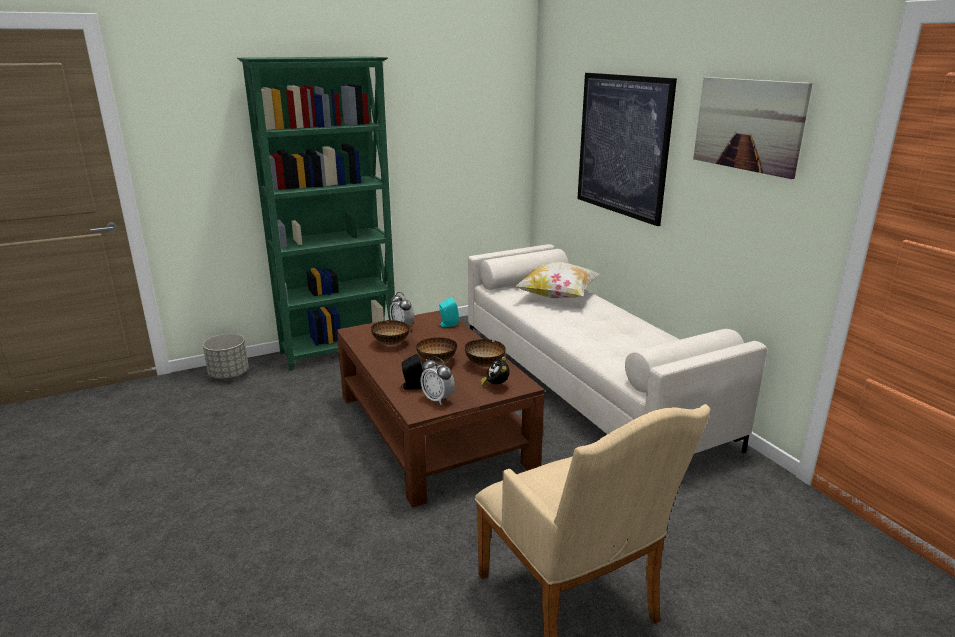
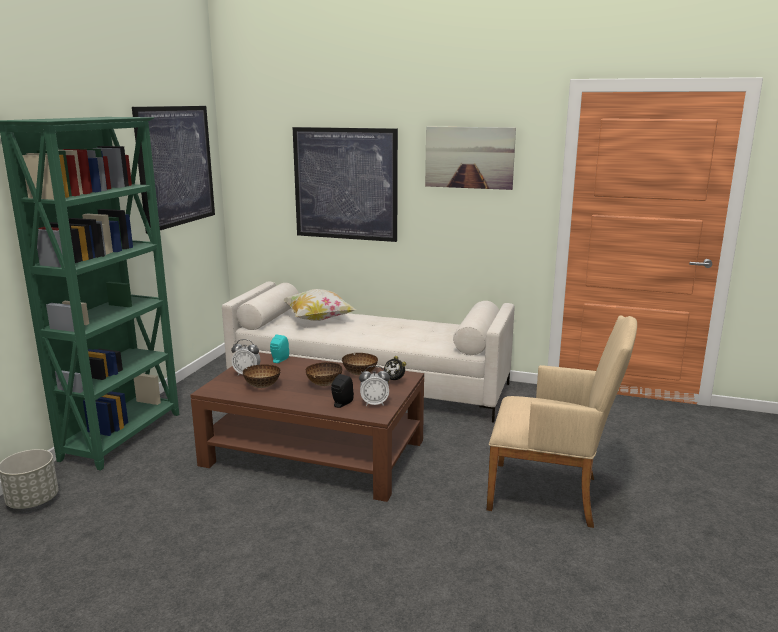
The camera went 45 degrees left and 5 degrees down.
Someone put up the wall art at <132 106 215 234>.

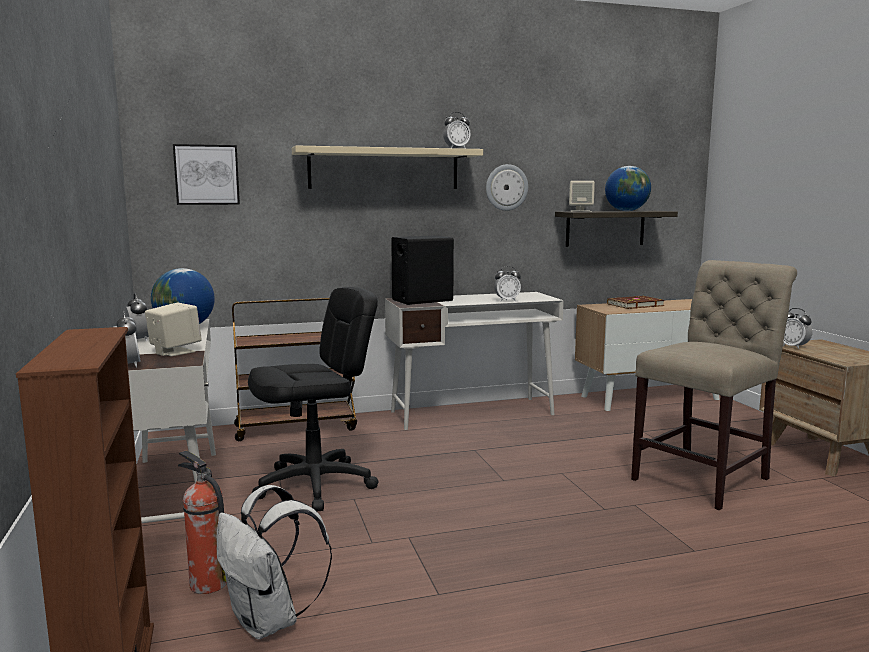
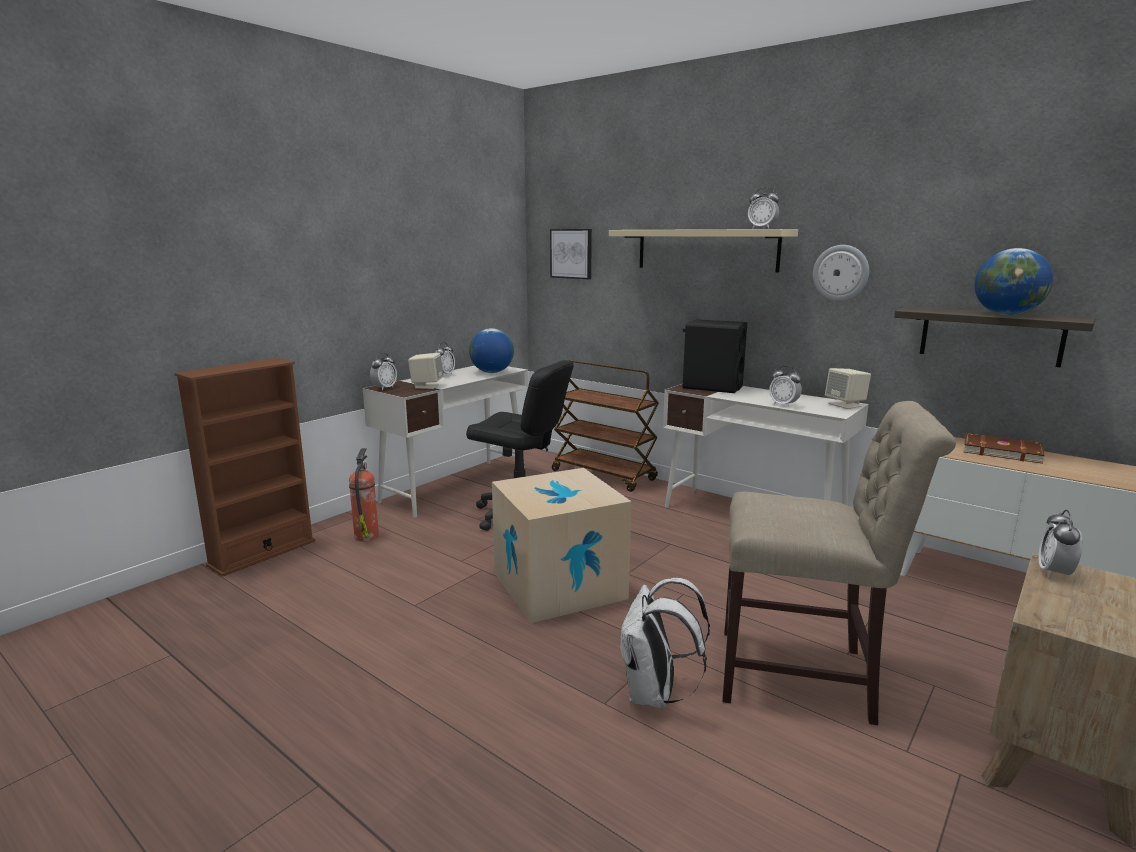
The camera went 55 degrees right and 5 degrees up.
Someone put down the carton at <492 468 631 623>.
Someone carried the rucksack (white-coloured) from <217 485 332 639> to <619 578 710 708>.
Someone carried the speaker (sand-coloured) from <569 181 595 212> to <825 368 871 409>.

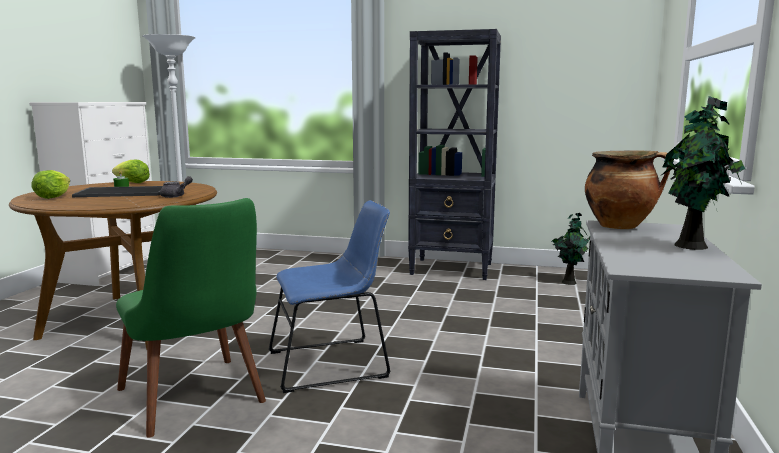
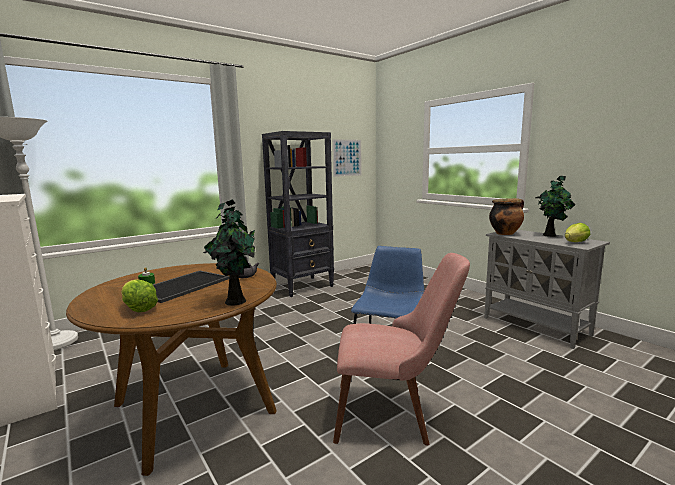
The camera went 50 degrees left and 0 degrees up.
Someone put up the wall art at <332 139 362 177>.
Someone carried the lettuce head from <112 160 150 183> to <565 223 590 242>.
Someone carried the potted plant from <552 213 590 285> to <203 199 255 306>.
Someone repainted the plain chair (green) at <116 198 266 438>, which became the plain chair (pinkish) at <333 253 470 445>.

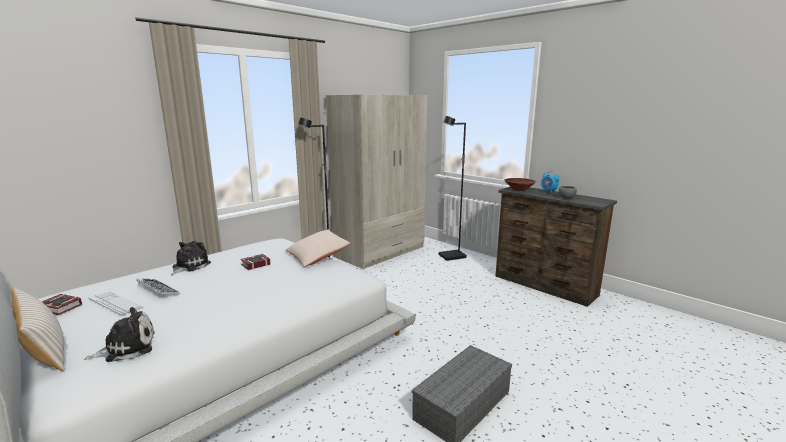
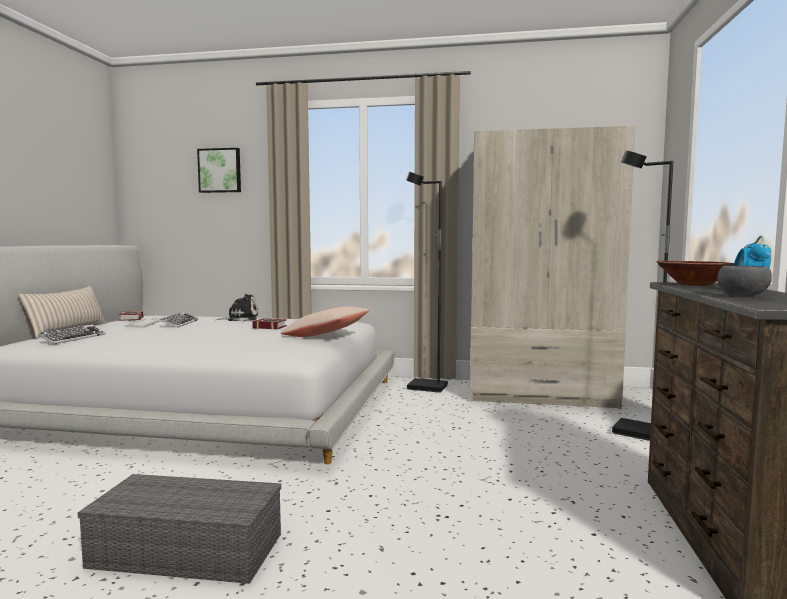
The camera went 55 degrees right and 10 degrees down.
Someone put up the wall art at <197 148 241 193>.
Someone swapped the plush toy at <84 307 155 362> for the PC keyboard at <38 324 106 345>.

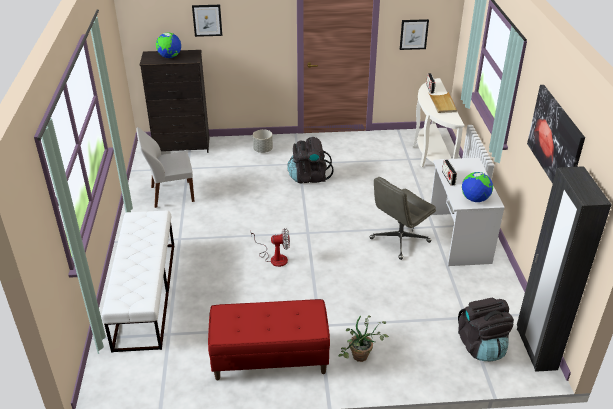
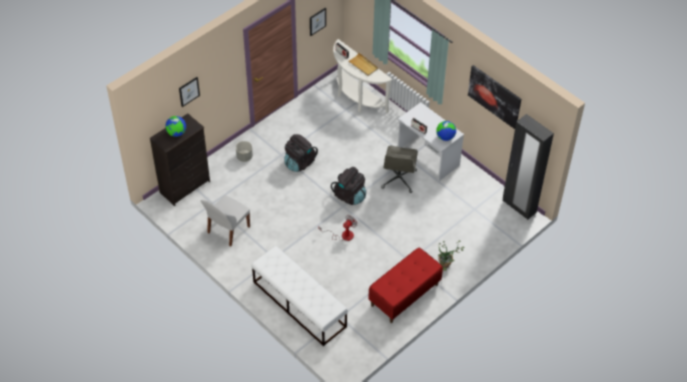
The camera went 40 degrees left and 15 degrees up.
Someone carried the rucksack (blackish) from <458 298 514 362> to <331 167 366 205>.

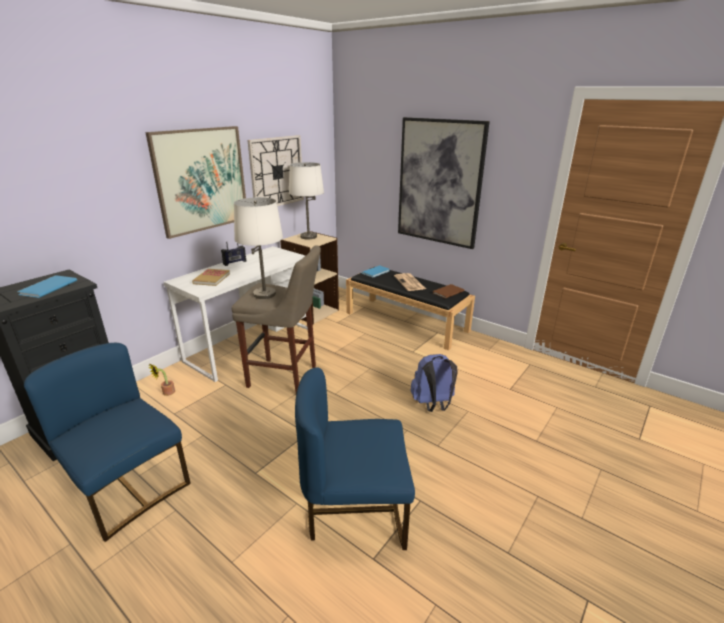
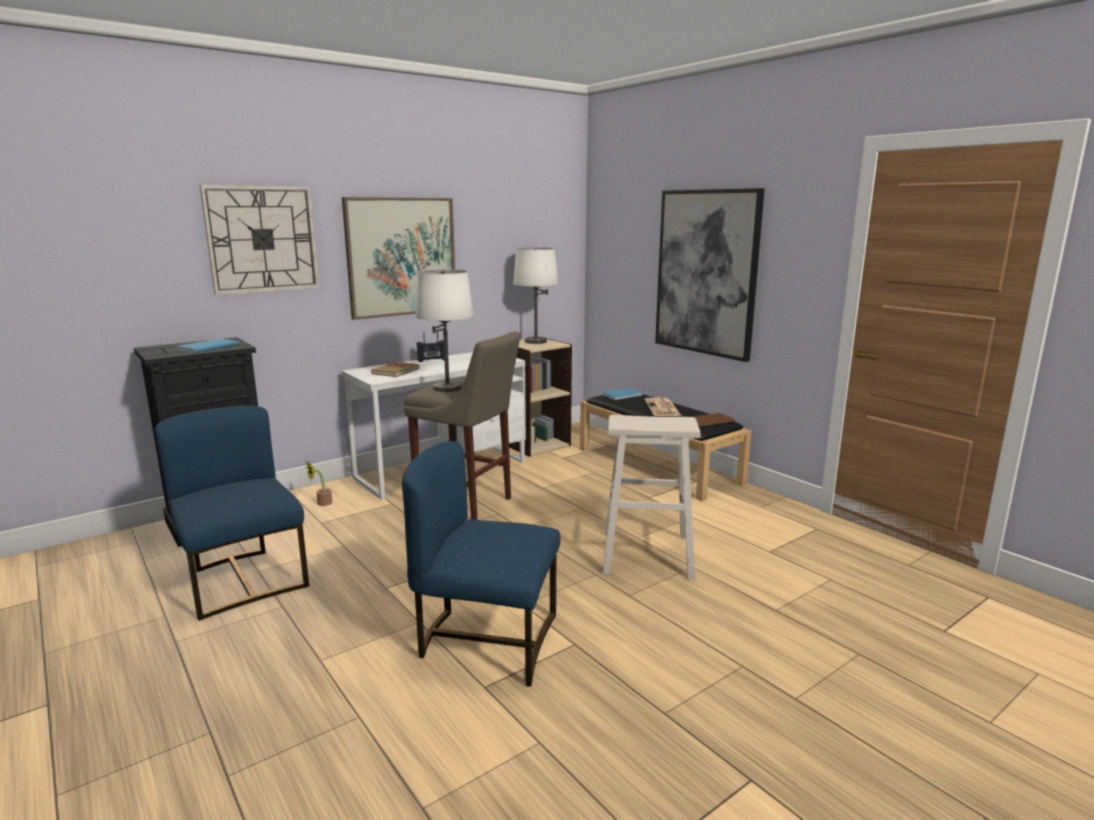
The camera went 15 degrees right and 10 degrees down.
Someone carried the clock on the wall from <247 135 304 206> to <200 185 319 295>.
Someone swapped the rucksack (blue-coloured) at <411 354 458 412> for the stool seat (sand-coloured) at <603 415 701 580>.

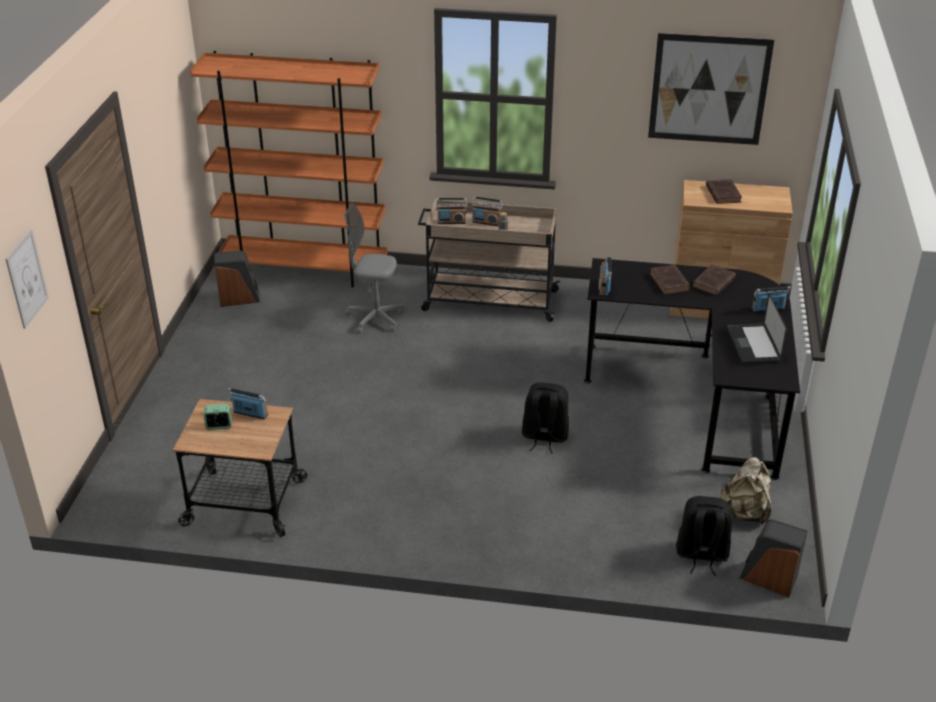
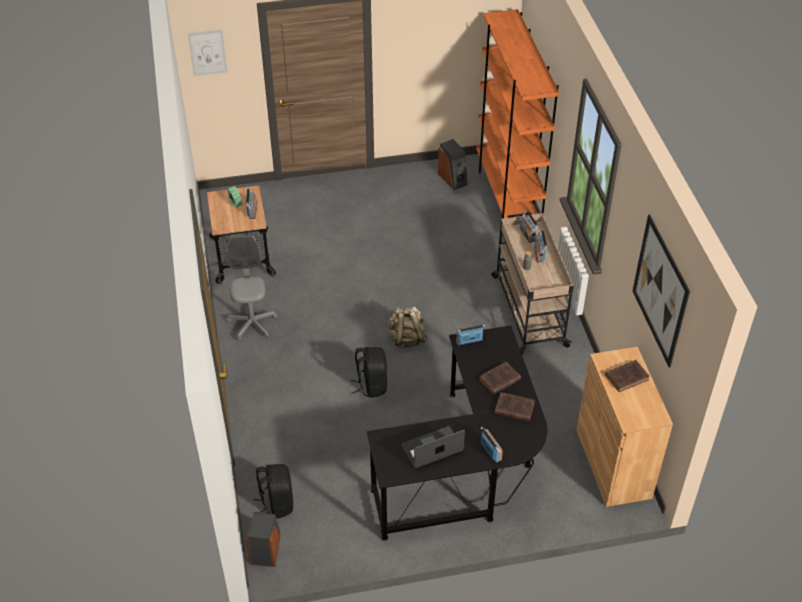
The camera went 70 degrees right and 10 degrees up.
Someone carried the computer chair (gray) from <344 203 404 334> to <227 235 277 341>.
Someone carried the rucksack (sand-coloured) from <720 457 771 525> to <389 306 427 348>.

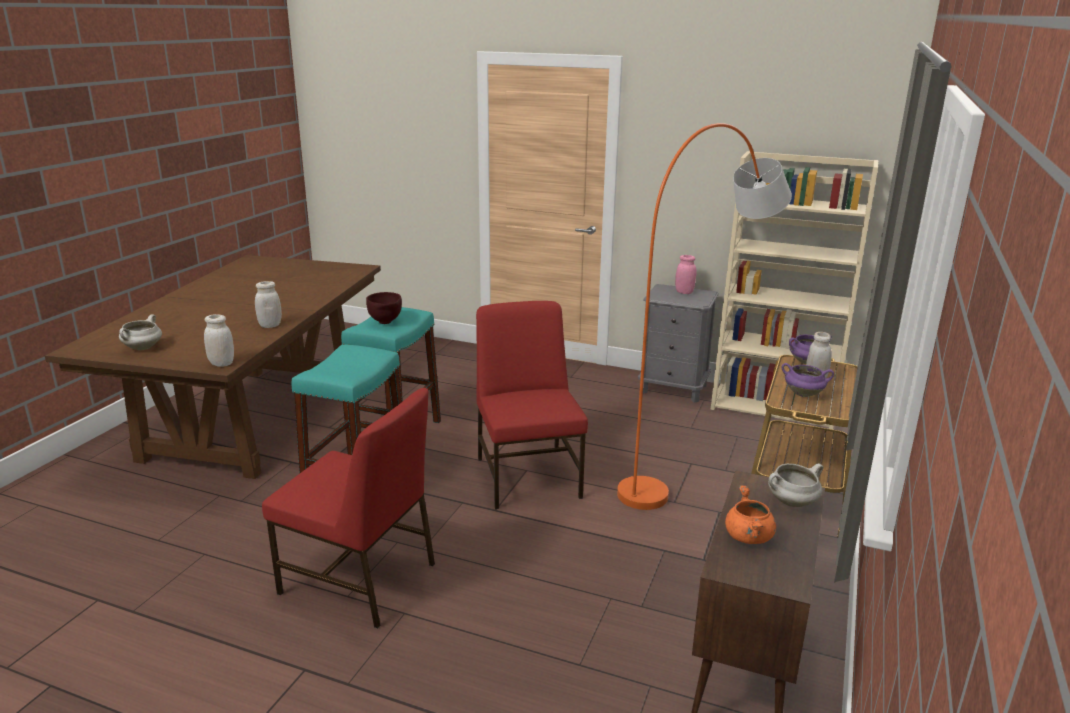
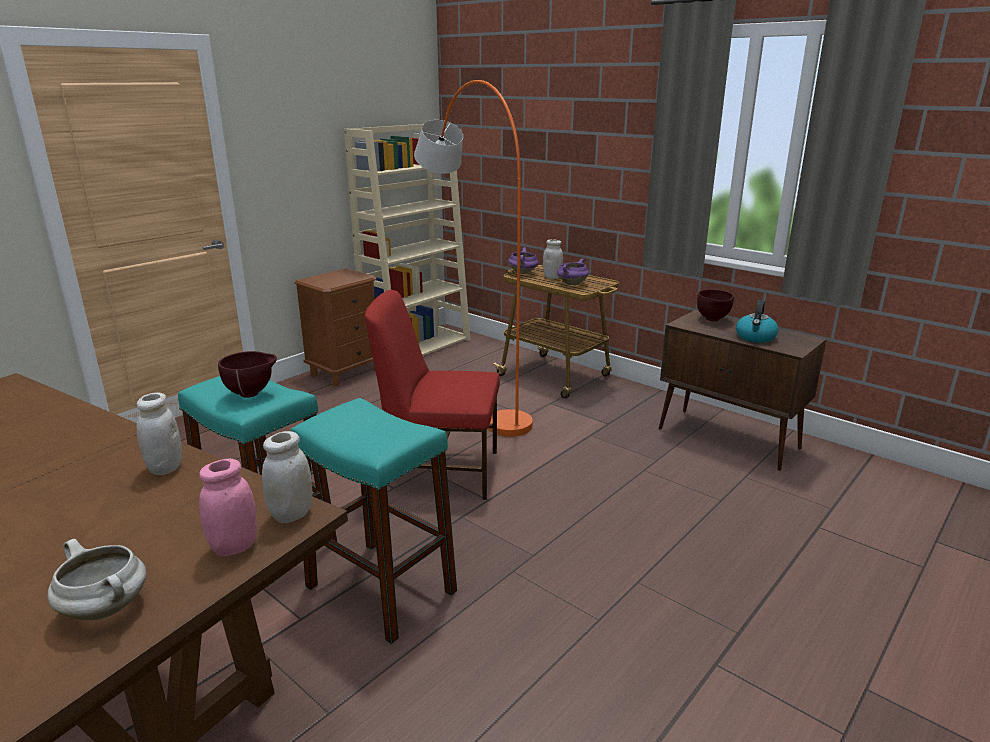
The camera went 70 degrees left and 0 degrees up.
Someone took away the plain chair (red-coloured) at <262 388 435 628>.
Someone carried the storage jar (pinkish) from <675 255 696 294> to <199 459 257 557>.
Someone swapped the stockpot (orange-coloured) at <725 486 776 544> for the kettle at <736 300 778 343>.
Someone swapped the stockpot (white-coloured) at <768 464 823 507> for the bowl (brown-coloured) at <697 289 734 321>.
Someone repainted the night table (gray) at <638 284 719 403>, which became the night table (brown-coloured) at <294 268 376 386>.

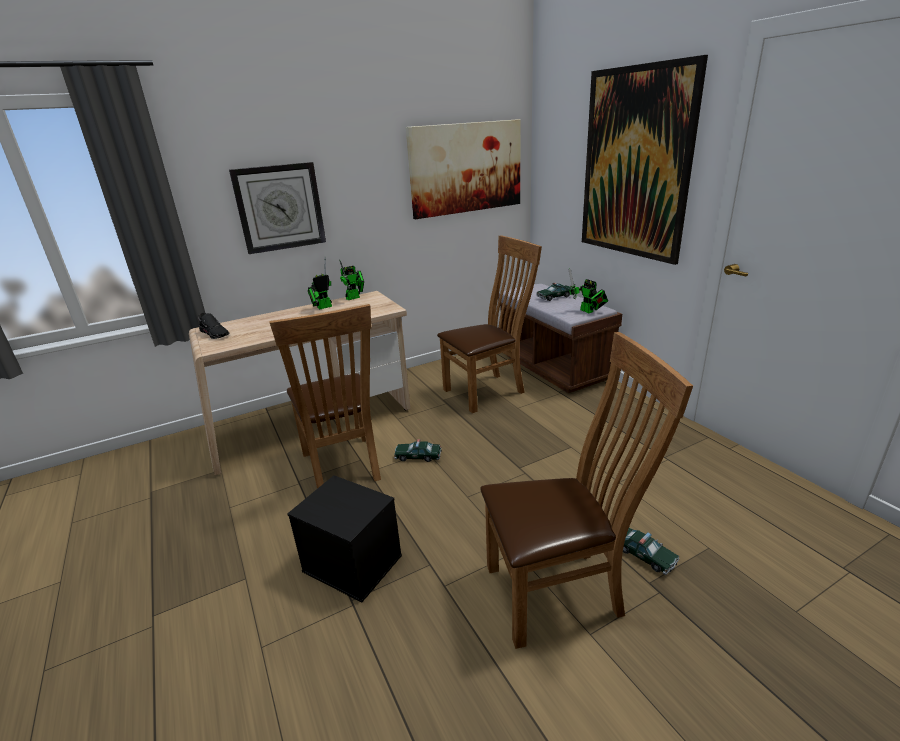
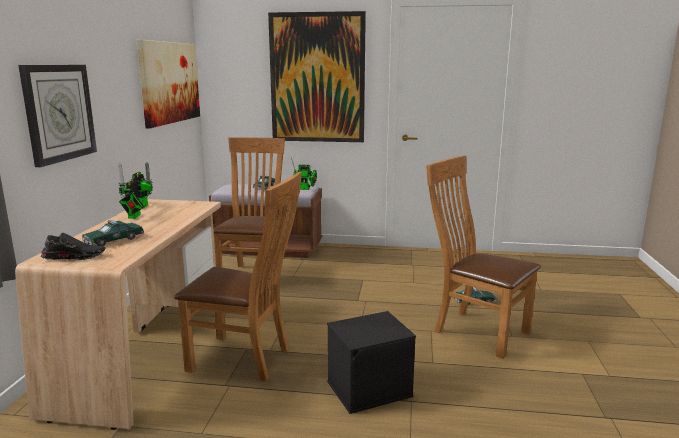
The camera went 55 degrees left and 10 degrees down.
Someone carried the miniature car from <394 439 442 462> to <82 220 144 246>.
Someone rotated the plain chair (brown-coloured) at <480 332 693 649> by 75 degrees counterclockwise.

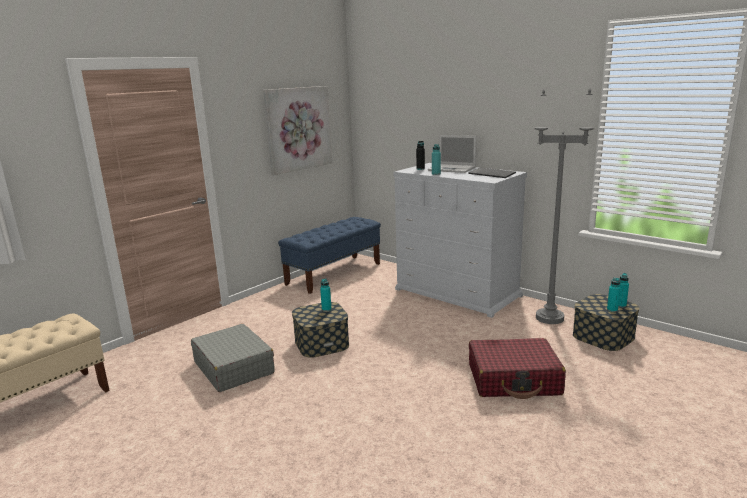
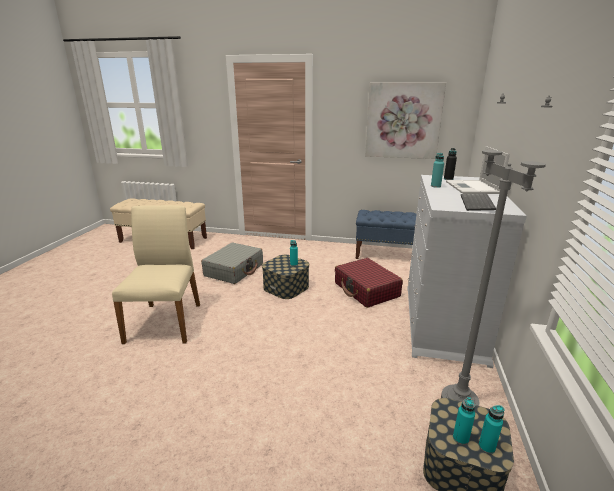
The camera went 60 degrees right and 5 degrees up.
Someone put down the plain chair (sand-coloured) at <112 205 200 344>.
Someone carried the piece of luggage (red-coloured) from <469 338 566 399> to <335 258 403 308>.

